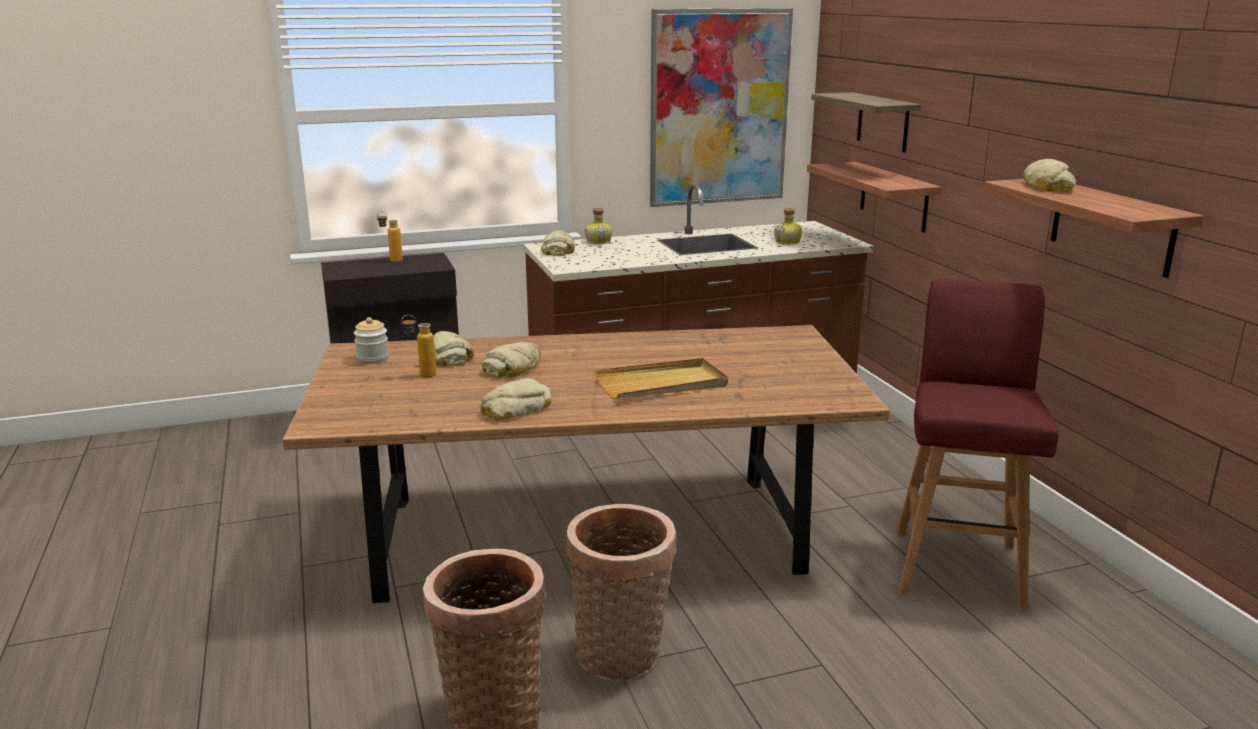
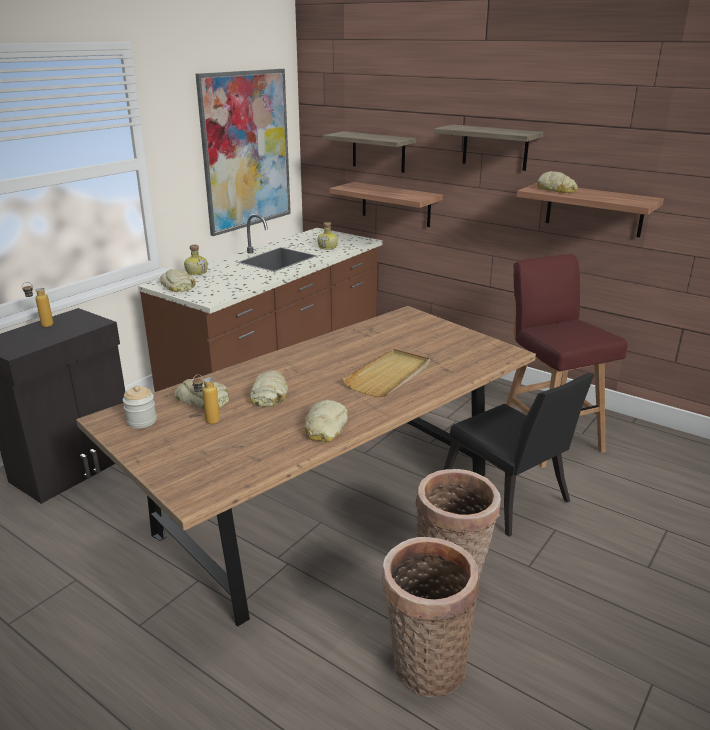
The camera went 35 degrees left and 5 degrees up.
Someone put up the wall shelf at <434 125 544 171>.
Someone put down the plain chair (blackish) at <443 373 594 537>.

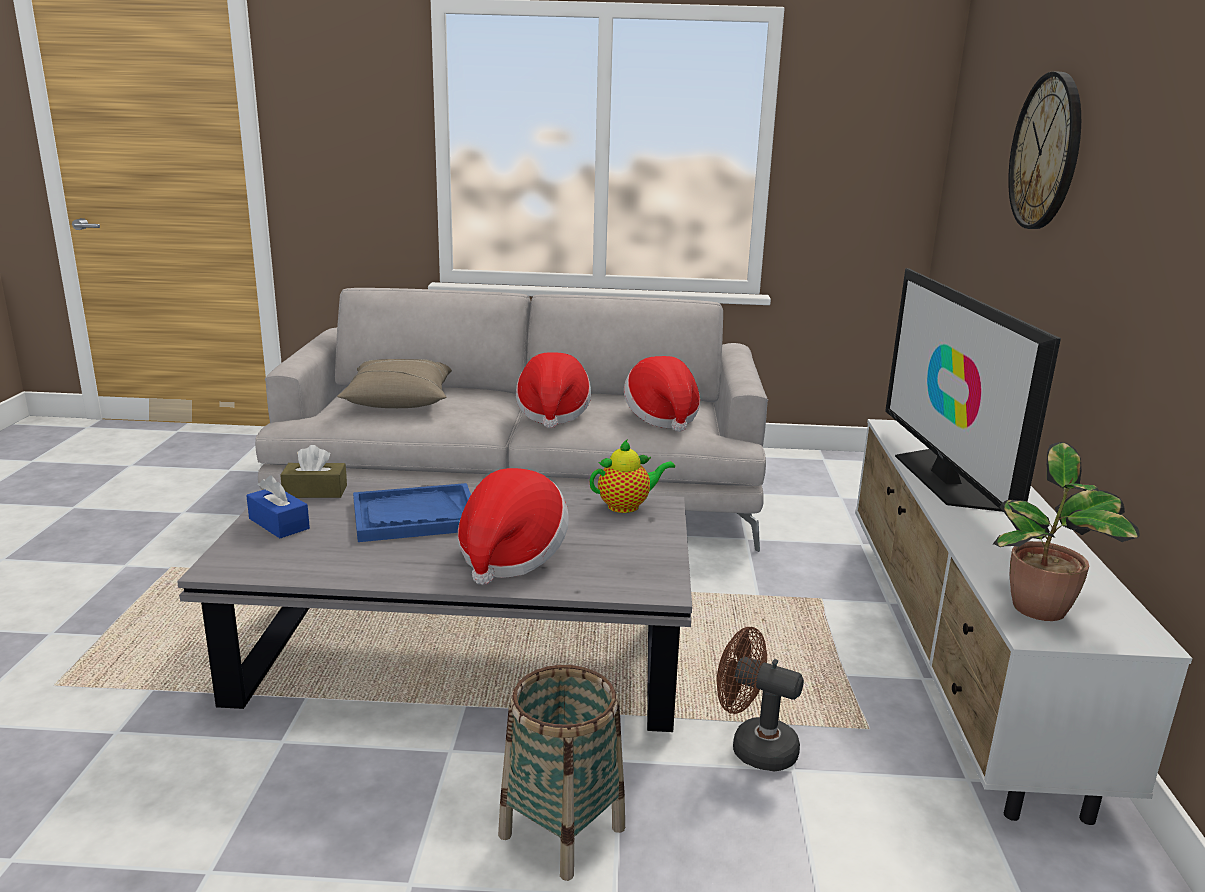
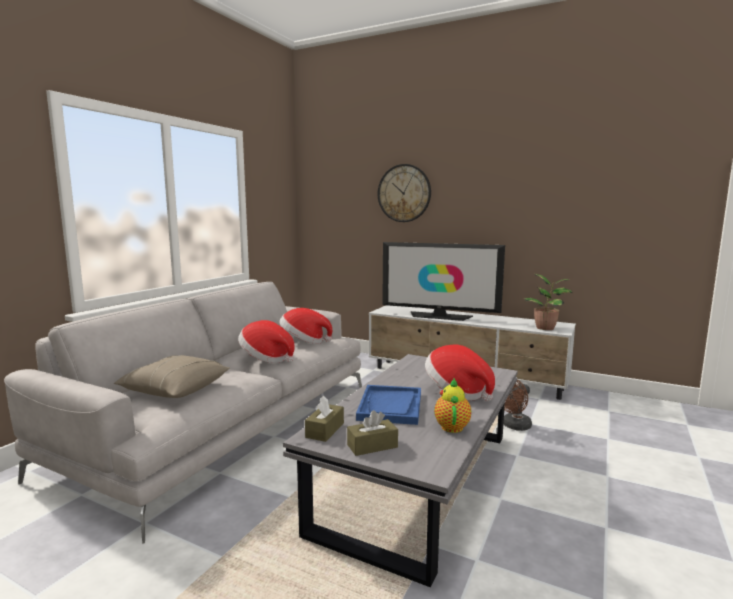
The camera went 65 degrees left and 10 degrees down.
Someone took away the household basket at <498 665 625 881>.
Someone carried the pot for tea from <589 439 675 513> to <434 378 471 433>.
Someone repainted the box of tissues (blue-coloured) at <246 475 310 538>, which became the box of tissues (brown-coloured) at <347 410 398 456>.

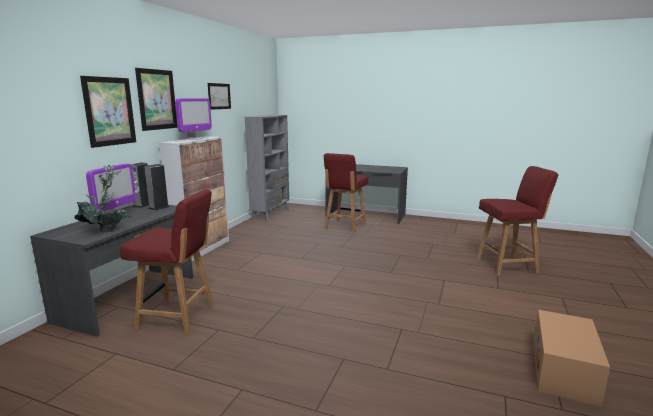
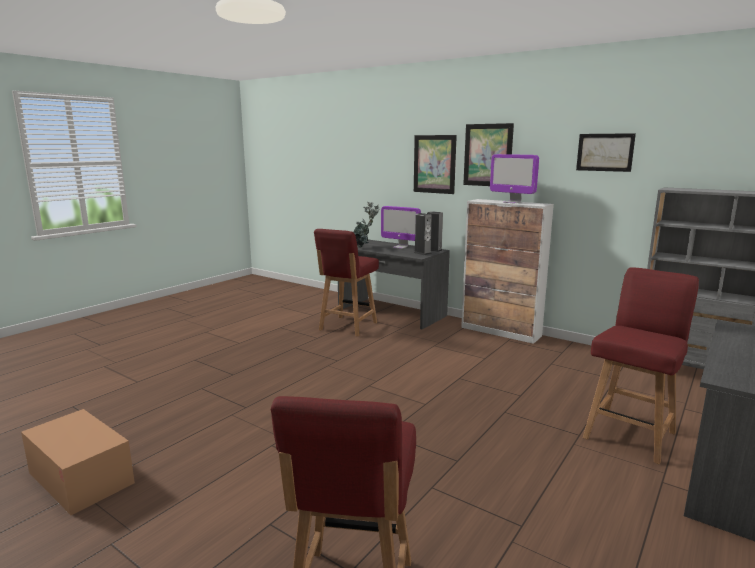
The camera went 105 degrees right and 0 degrees up.
Someone rotated the plain chair (red-coloured) at <324 153 368 233> by 90 degrees clockwise.

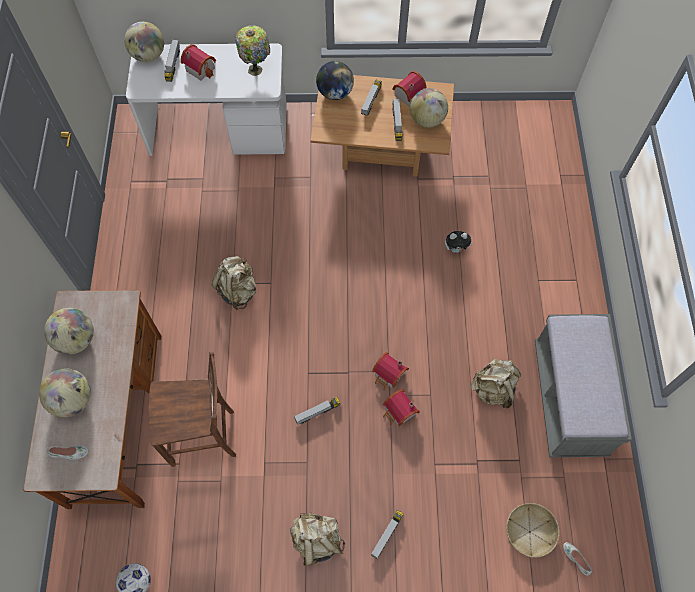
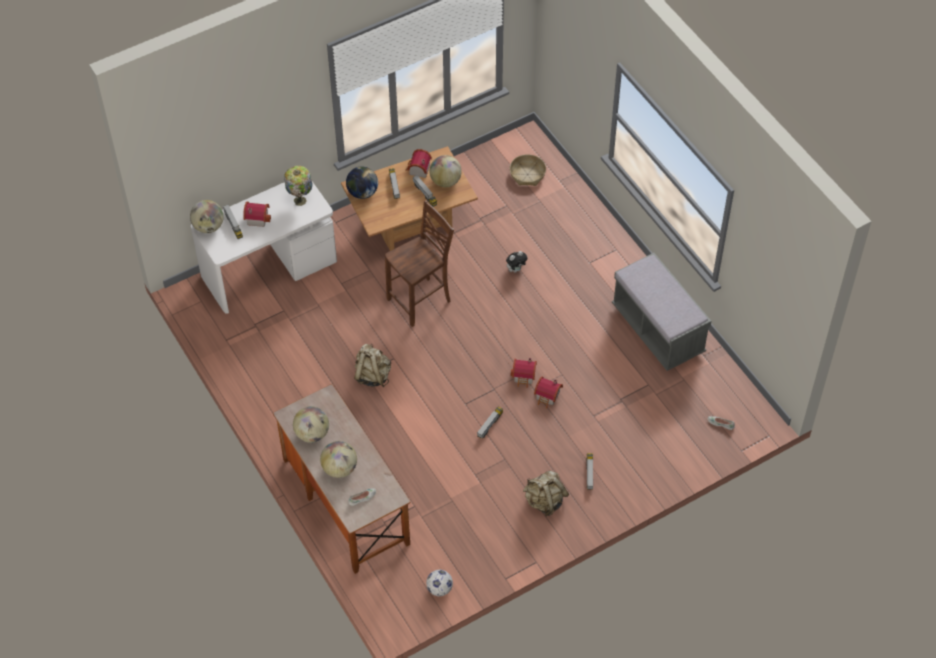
The camera went 30 degrees left and 10 degrees down.
Someone took away the rucksack (sand-coloured) at <471 359 521 408>.
Someone carried the plain chair (brown-coloured) from <148 351 236 467> to <385 200 454 327>.
Someone carried the household basket from <506 503 559 557> to <510 154 546 186>.

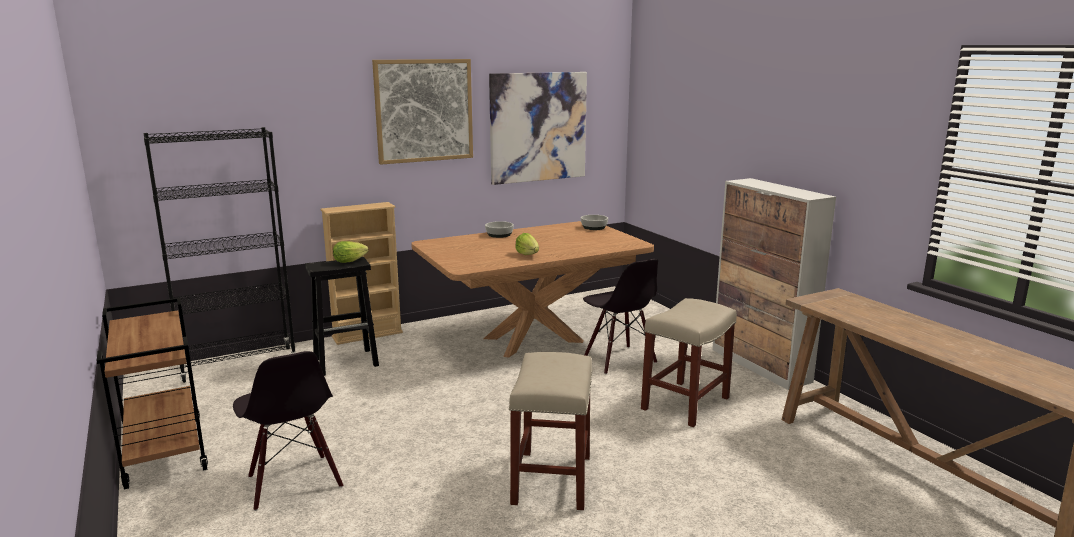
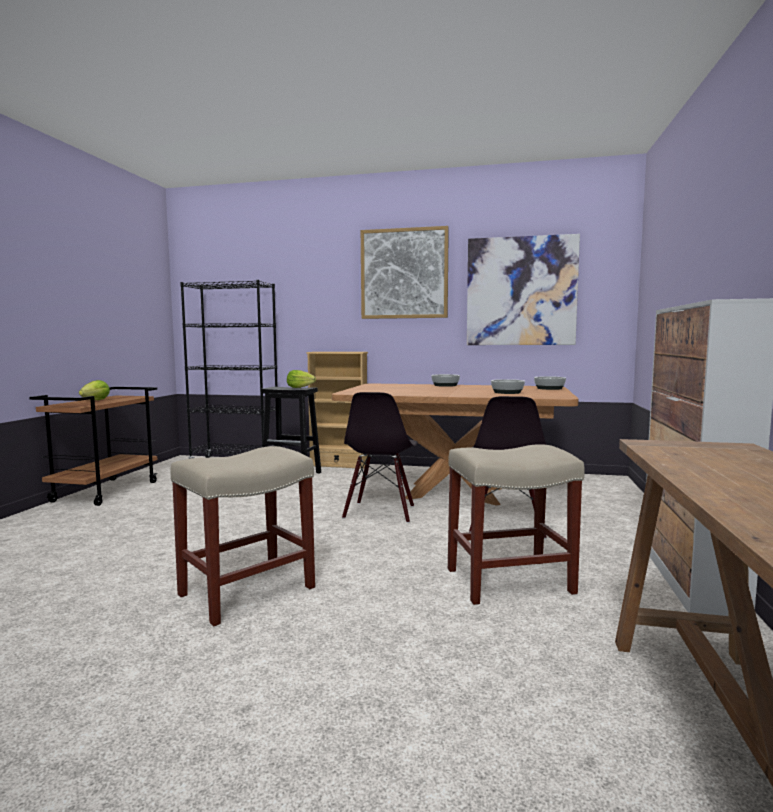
The camera went 40 degrees right and 10 degrees down.
Someone put down the bowl at <491 379 525 394>.
Someone carried the plain chair (blackish) from <233 351 343 511> to <342 392 418 523>.
Someone carried the lettuce head from <515 233 539 255> to <79 380 110 400>.

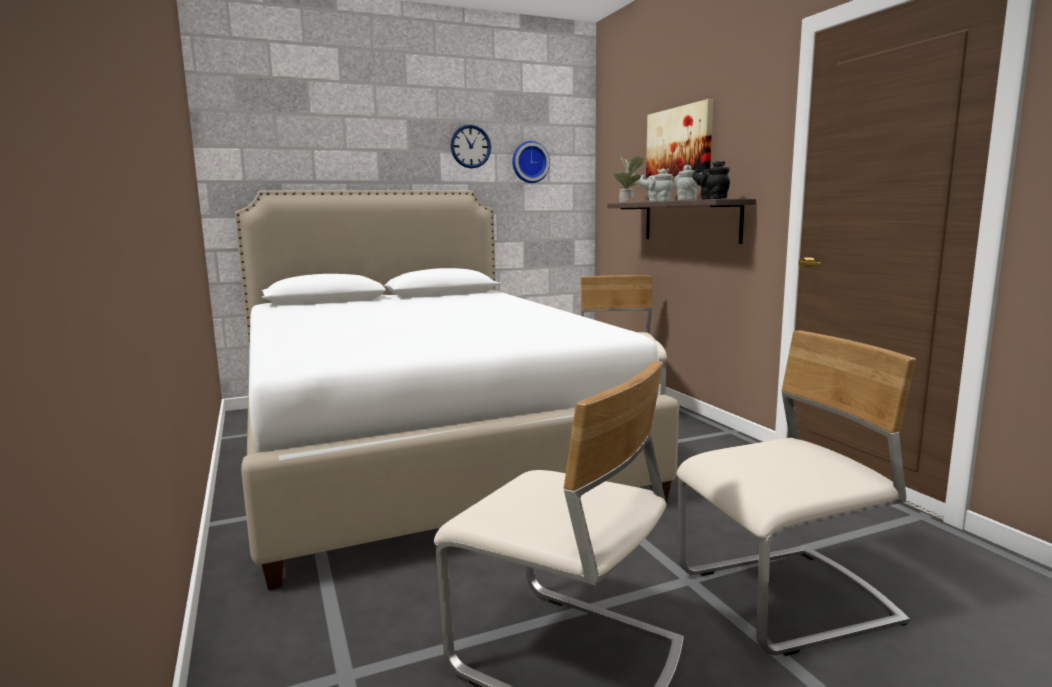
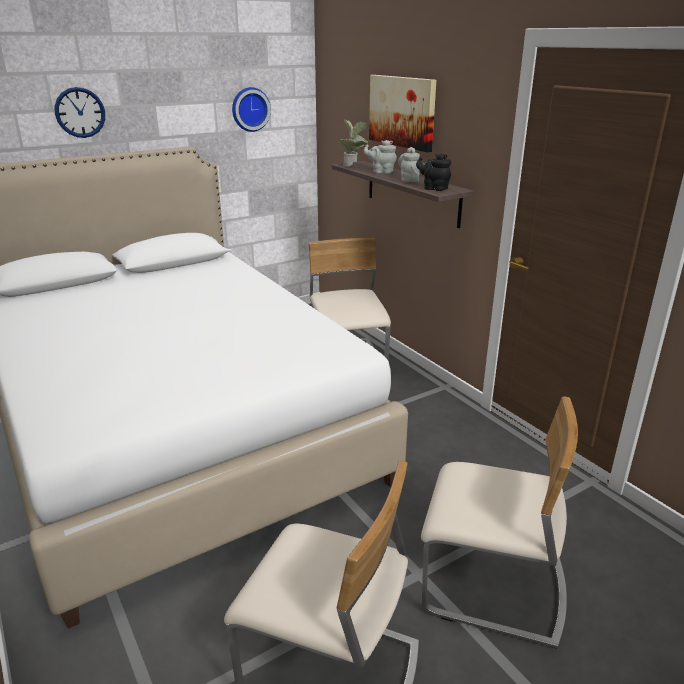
The camera went 10 degrees left and 15 degrees up.
Someone carried the clock on the wall from <450 124 491 169> to <54 87 105 138>.
Someone rotated the plain chair (sand-coloured) at <677 330 916 656> by 45 degrees clockwise.

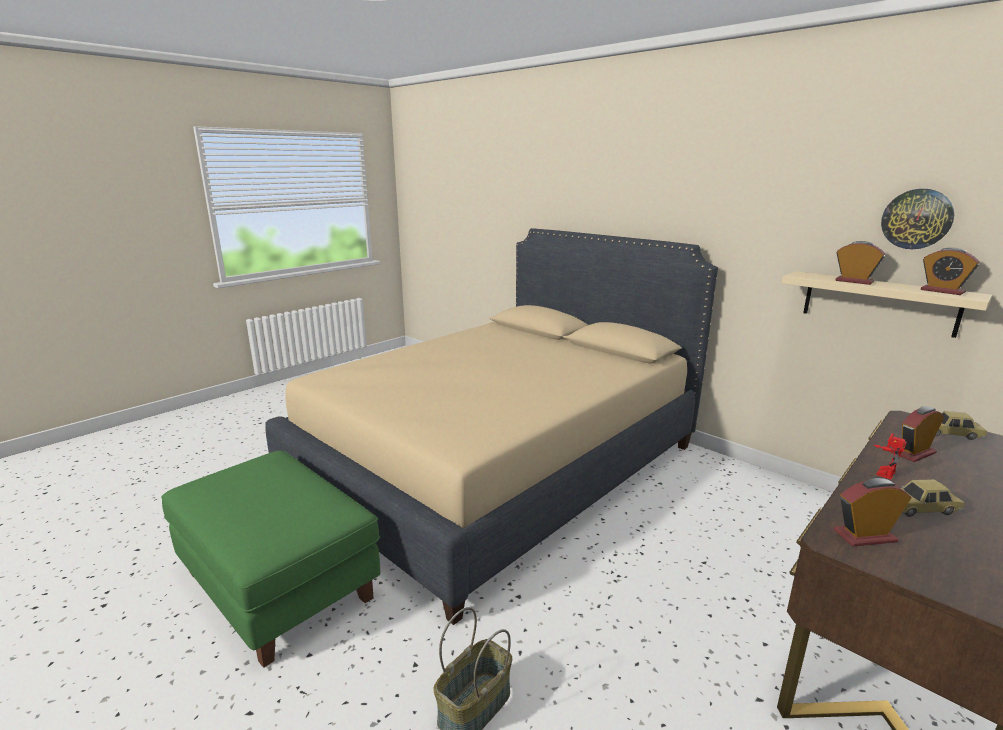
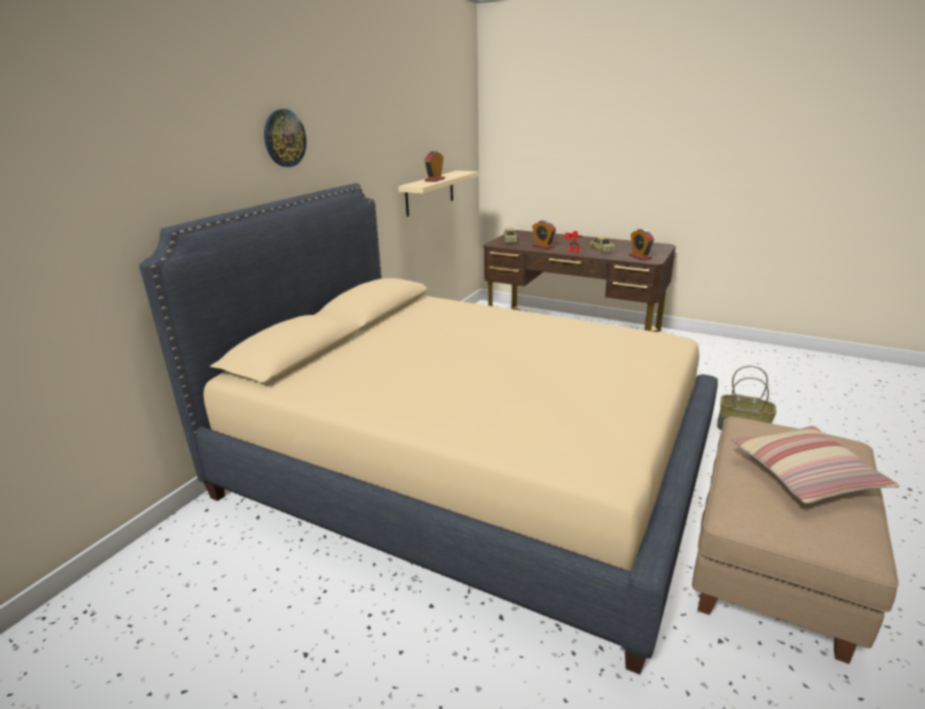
The camera went 105 degrees left and 5 degrees up.
Someone took away the bedside clock at <921 248 980 295>.
Someone put down the throw pillow at <731 426 900 503>.
Someone carried the clock on the wall from <881 189 954 249> to <264 109 307 167>.
Someone repainted the footrest (green) at <161 451 381 668>, which became the footrest (sand-coloured) at <692 417 899 664>.

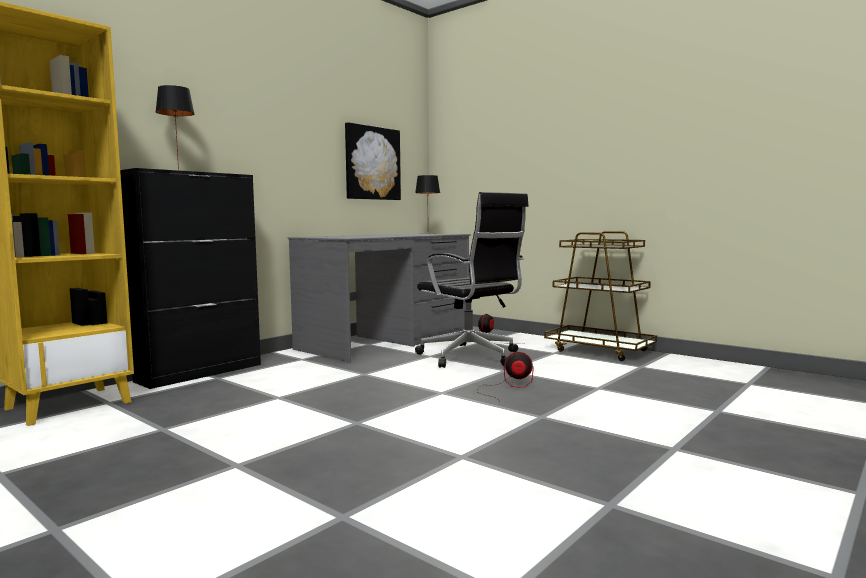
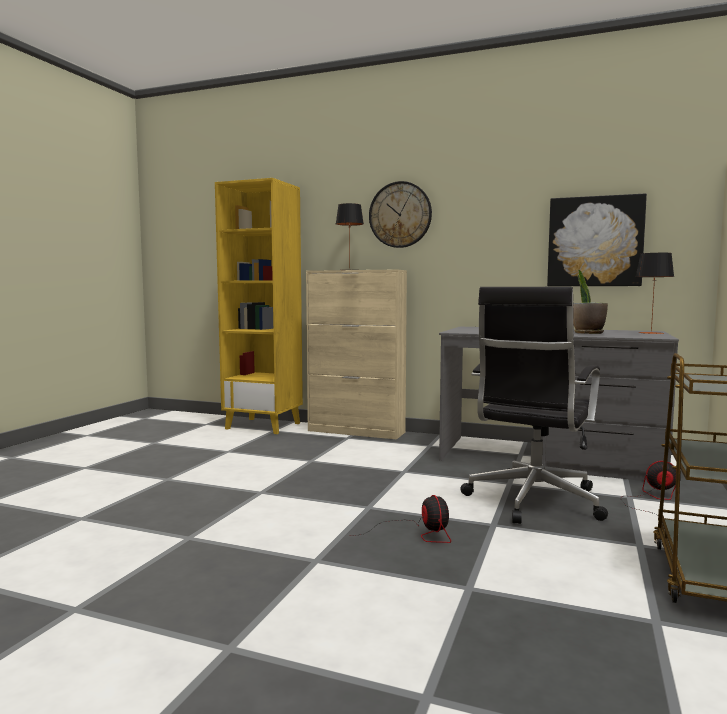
The camera went 70 degrees right and 0 degrees up.
Someone put up the clock on the wall at <369 181 432 248>.
Someone put down the potted plant at <573 269 608 334>.
Someone repainted the cupboard (blackish) at <120 168 261 389>, which became the cupboard (sand-coloured) at <306 270 407 440>.

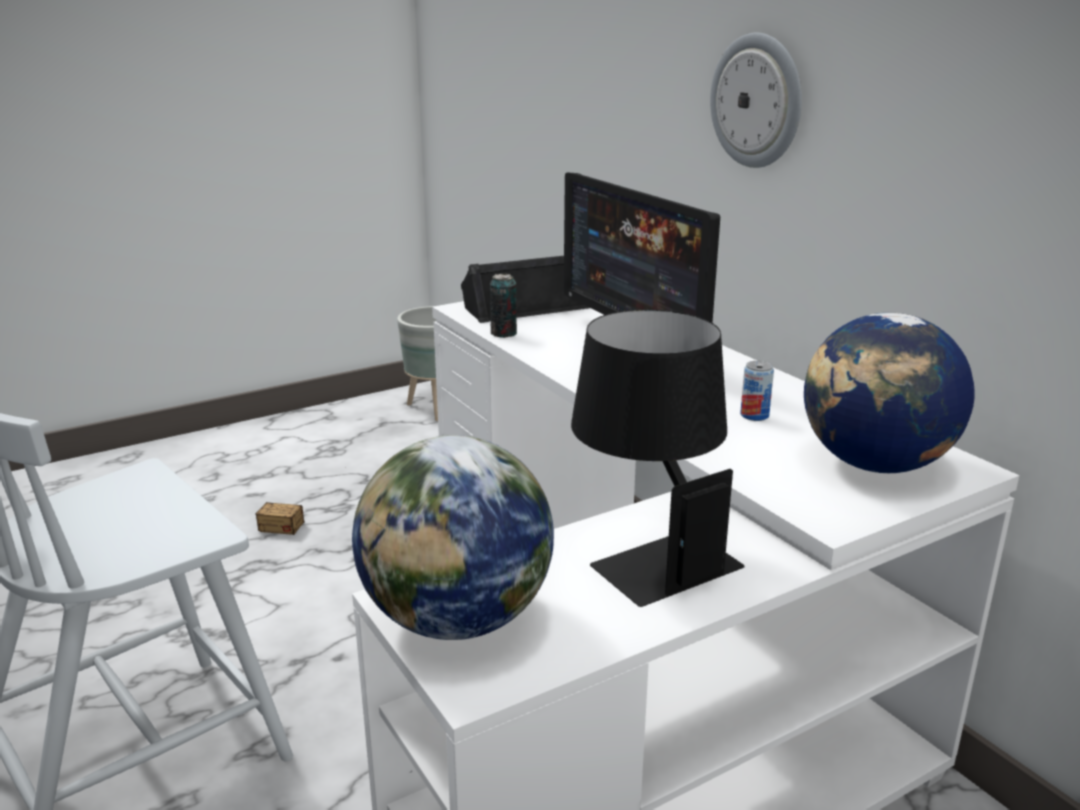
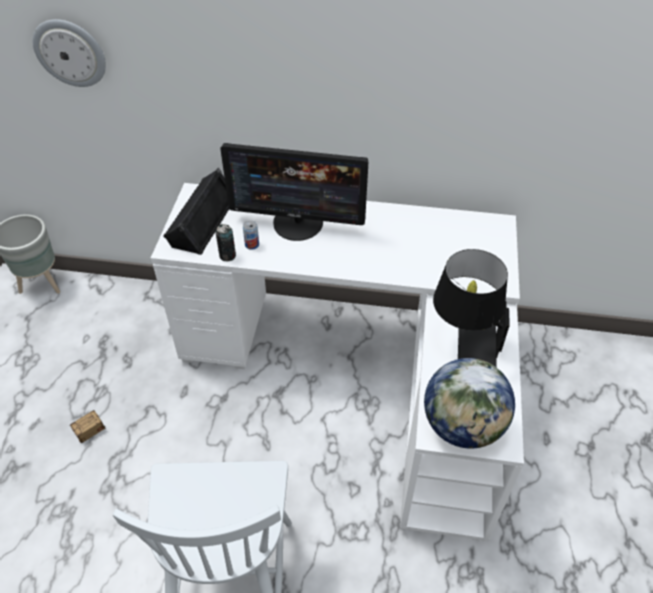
The camera went 50 degrees left and 25 degrees up.
Someone took away the world globe at <804 313 975 473>.
Someone carried the clock on the wall from <710 33 802 168> to <33 19 106 87>.
Someone carried the sealed can from <740 361 774 421> to <243 220 259 250>.

